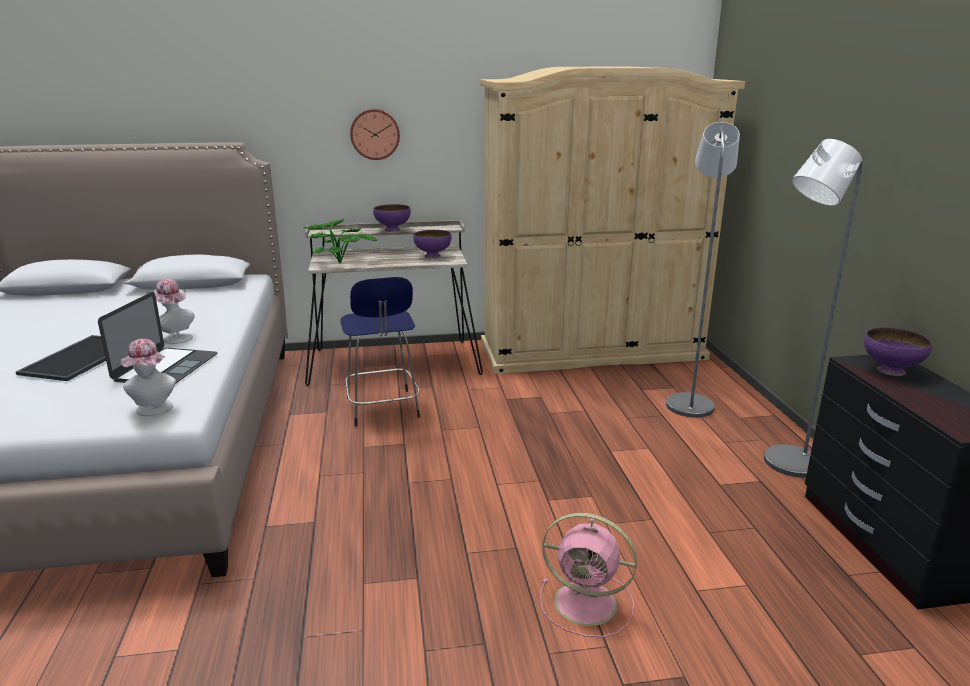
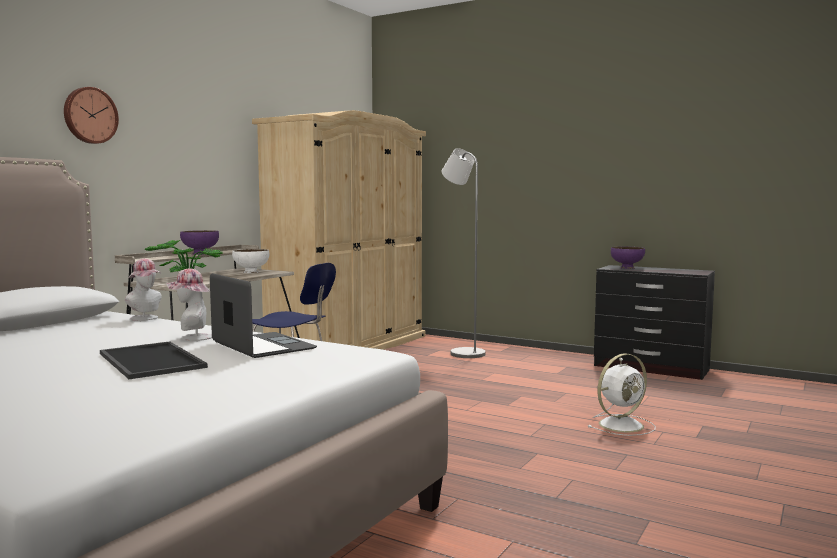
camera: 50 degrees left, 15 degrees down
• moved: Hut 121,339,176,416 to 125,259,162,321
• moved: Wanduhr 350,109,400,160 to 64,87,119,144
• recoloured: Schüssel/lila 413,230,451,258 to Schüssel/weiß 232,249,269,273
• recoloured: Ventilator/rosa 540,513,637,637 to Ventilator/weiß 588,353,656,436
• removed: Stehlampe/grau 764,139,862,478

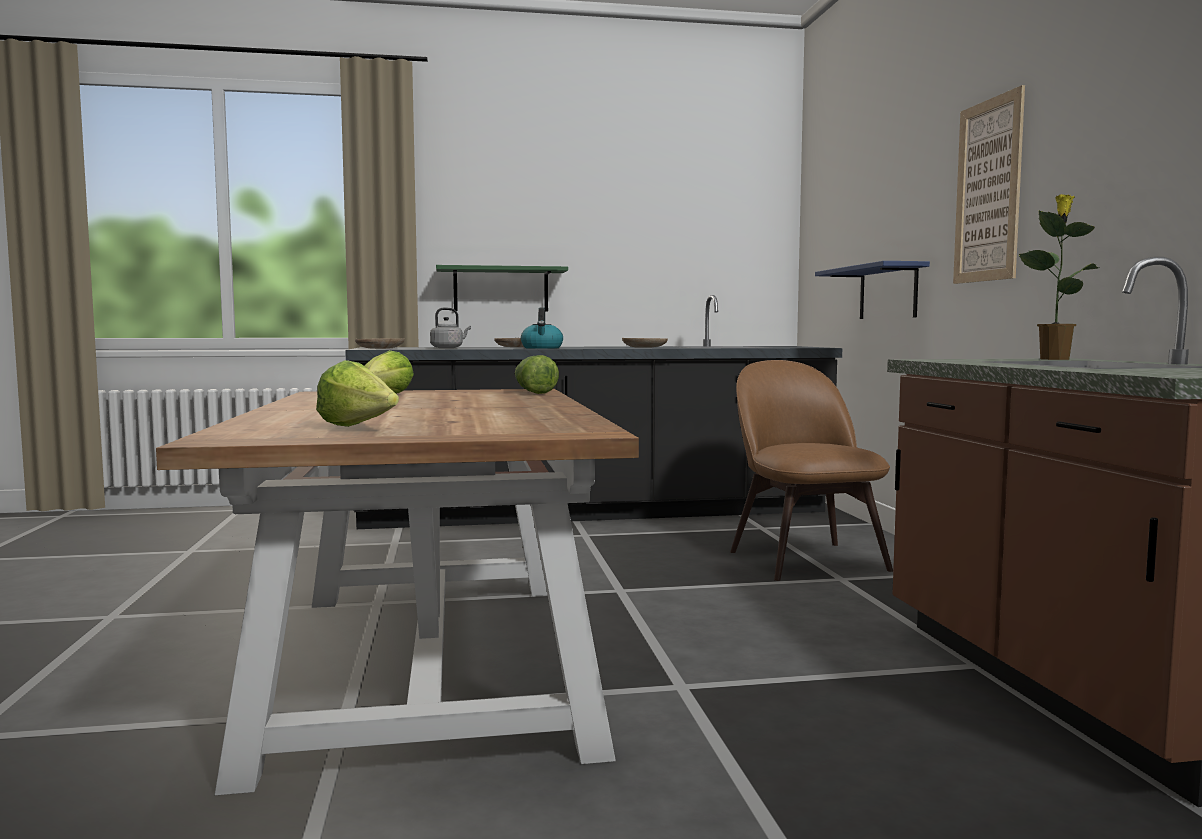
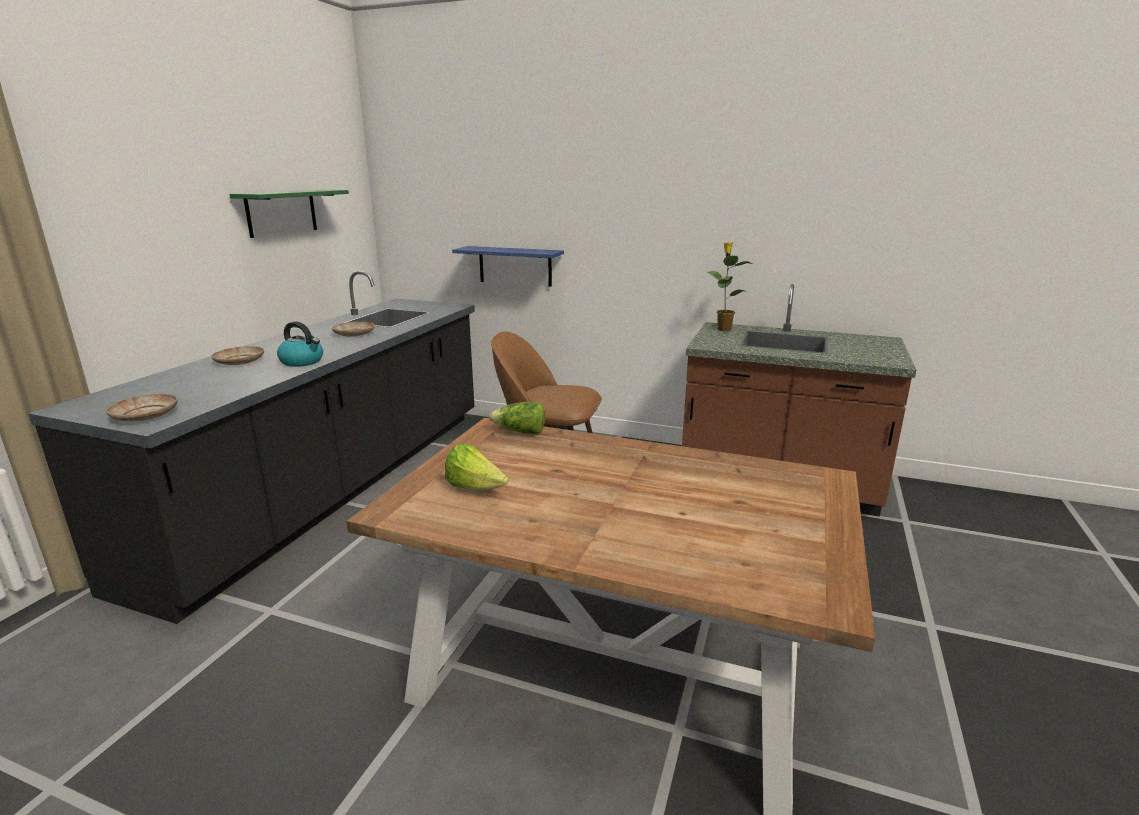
camera: 60 degrees left, 15 degrees up
• removed: Salatkopf 316,360,399,427
• removed: Wasserkessel/grau 430,308,471,348
• moved: Wandregal/grün 436,265,568,311 to 229,190,349,238
• removed: Bild 953,85,1025,284

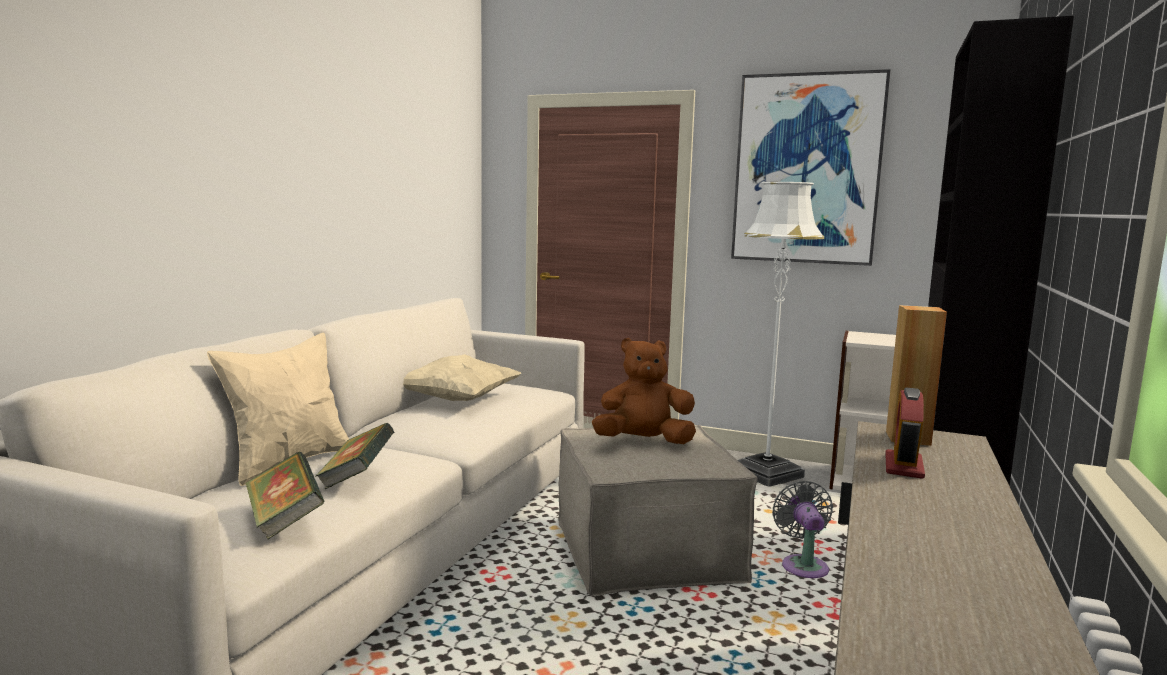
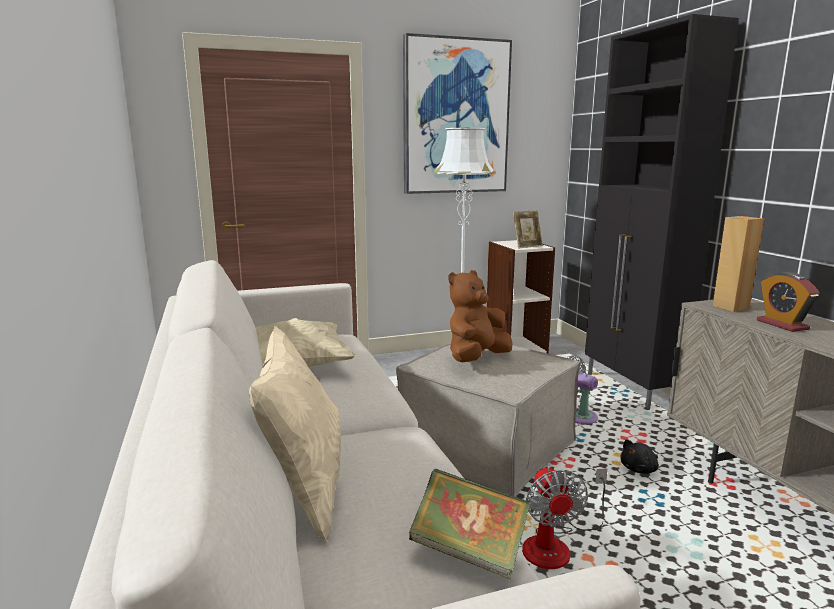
camera: 40 degrees left, 5 degrees up
• removed: Buch 315,423,395,489
• added: Bilderrahmen 513,211,543,249
• added: Ventilator 522,466,608,569
• added: Plüschtier/schwarz 620,439,659,474

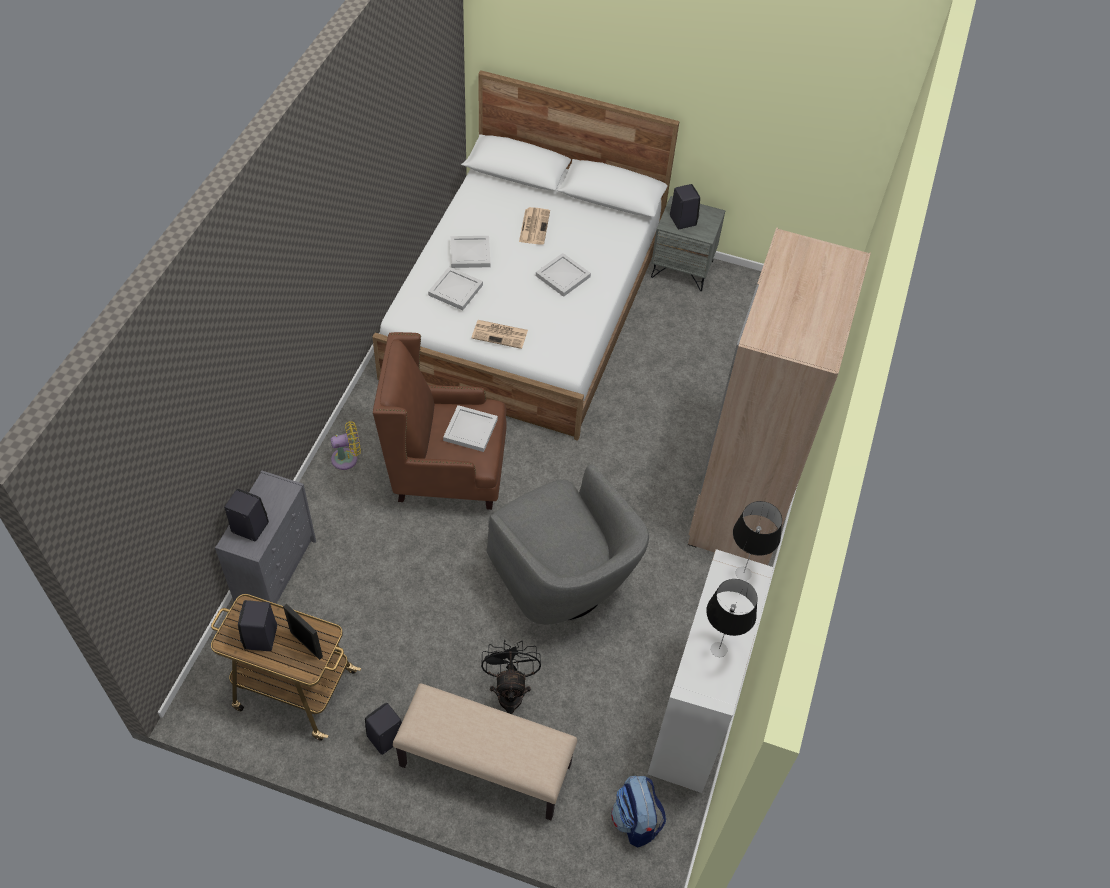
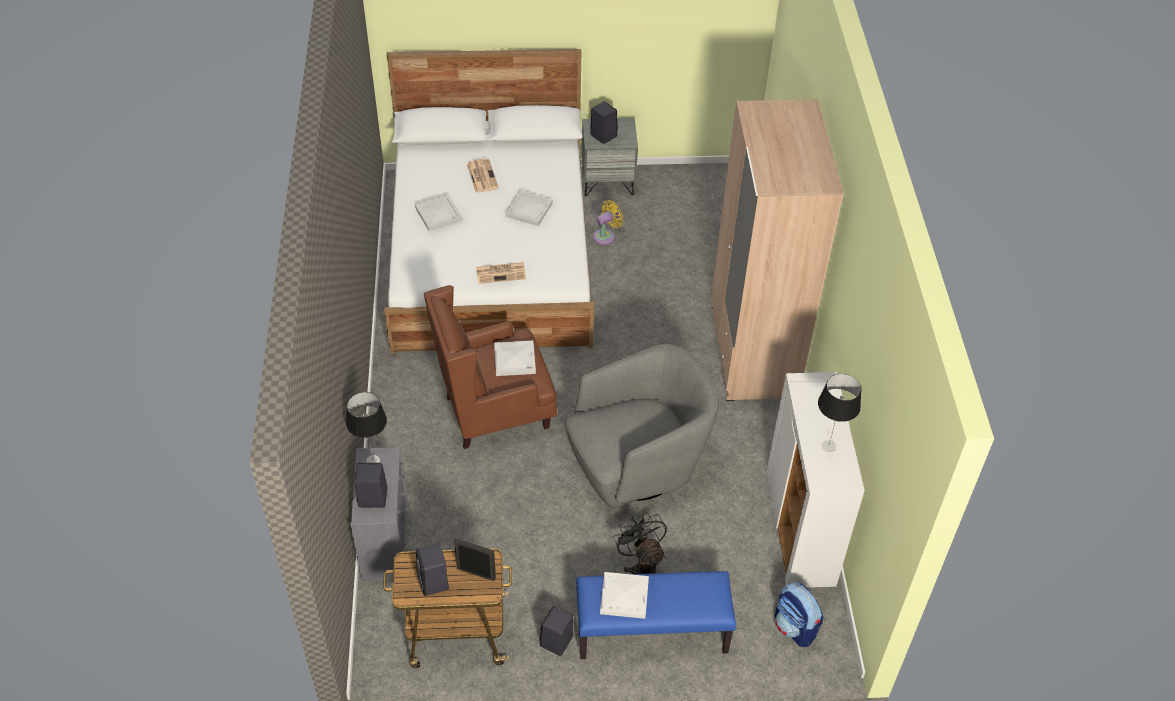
camera: 20 degrees left, 5 degrees down
• moved: Ventilator/gelb 331,421,361,470 to 593,200,624,245
• recoloured: Bank/beige 393,683,577,820 to Bank/blau 576,571,736,659
• moved: Tablett/weiß 428,267,483,310 to 600,572,649,619
• turned: Sessel/grau 487,464,649,624 = 565,344,719,508 60 degrees counterclockwise
• moved: Tischlampe 733,501,782,581 to 346,392,387,463

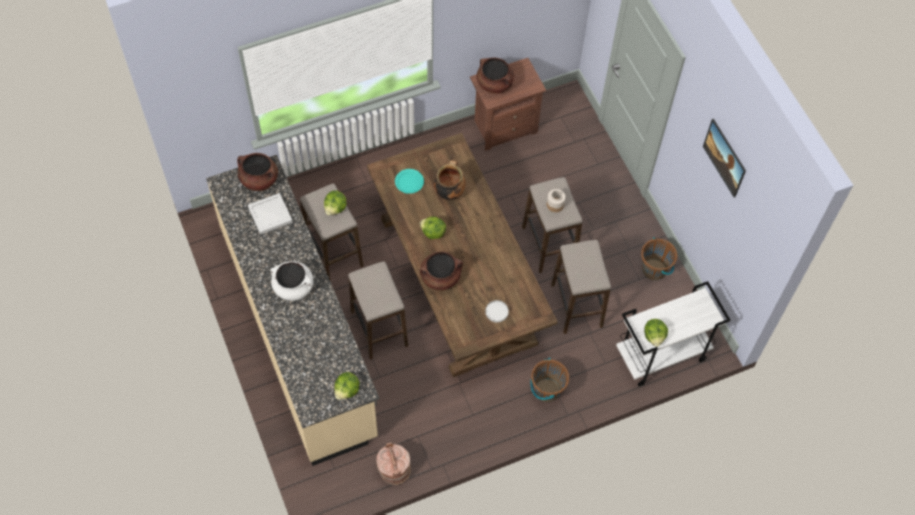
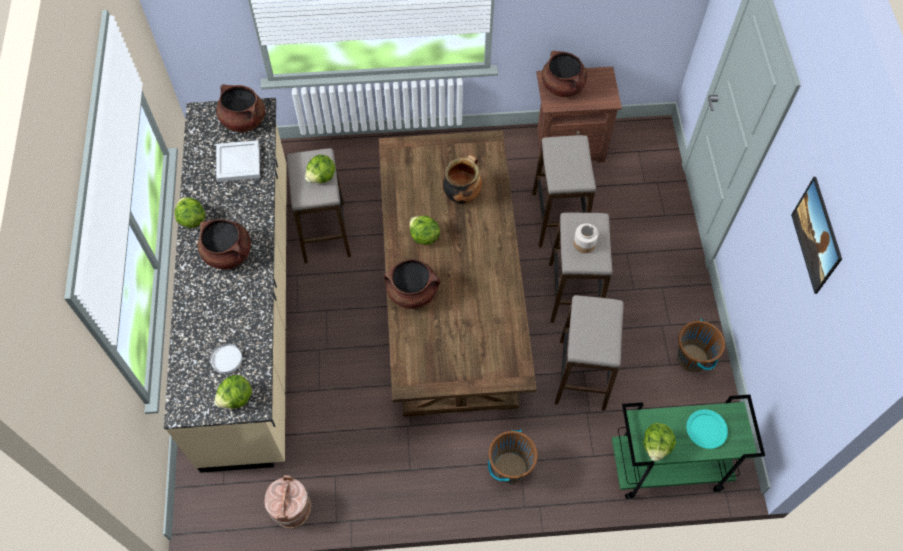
camera: 20 degrees right, 0 degrees up
• recoloured: Kochtopf/weiß 270,261,314,301 to Kochtopf/braun 198,219,251,270
• moved: Hocker 348,261,408,360 to 532,135,596,247
• moved: Teller/türkis 395,169,424,194 to 686,409,728,449
• moved: Teller/weiß 485,300,509,322 to 210,343,242,374
• recoloured: Rollwagen/weiß 616,281,730,387 to Rollwagen/grün 612,395,765,499
• added: Salatkopf 175,197,205,228

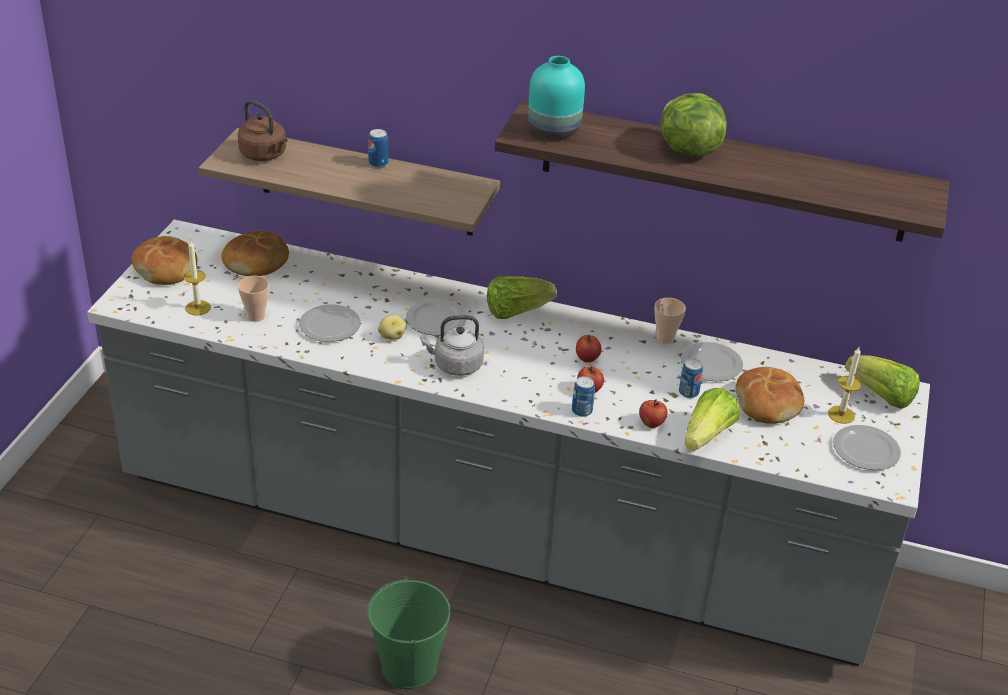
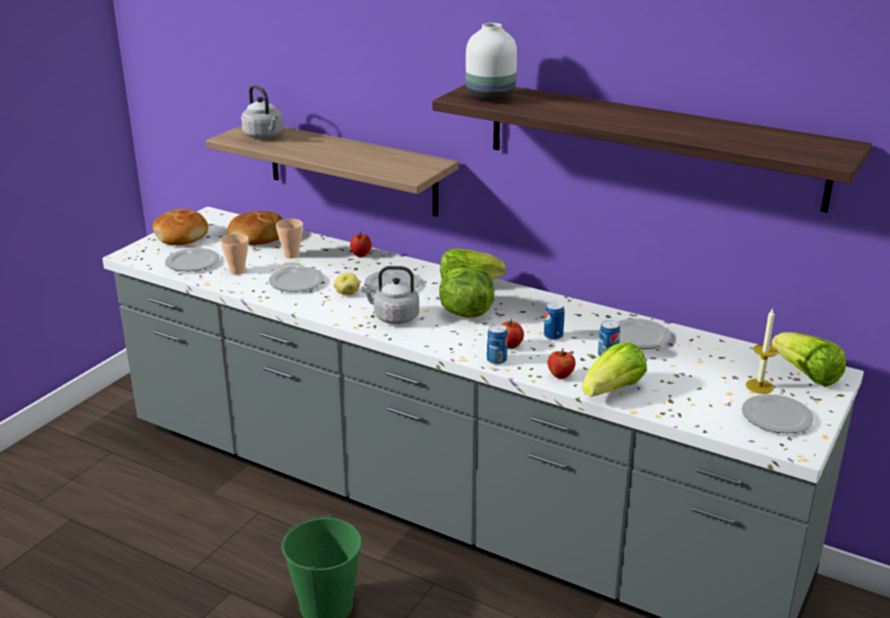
camera: 15 degrees right, 10 degrees down
• replaced: Kerze 184,240,211,316 to Teller 165,248,220,271
• recoloured: Wasserkessel/braun 238,100,288,161 to Wasserkessel/grau 241,85,283,138
• moved: Dose 368,129,388,168 to 544,301,565,340
• recoloured: Vase/türkis 528,56,585,139 to Vase/weiß 466,23,517,101
• moved: Apfel 576,334,602,363 to 350,232,372,257
• moved: Tasse 654,298,686,344 to 276,219,303,258
• moved: Salatkopf 661,93,727,156 to 439,265,494,318
• removed: Brot 736,367,804,424

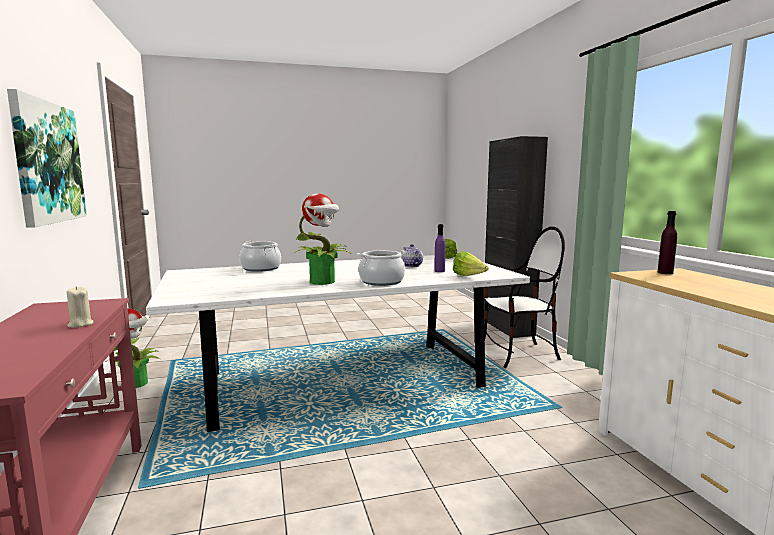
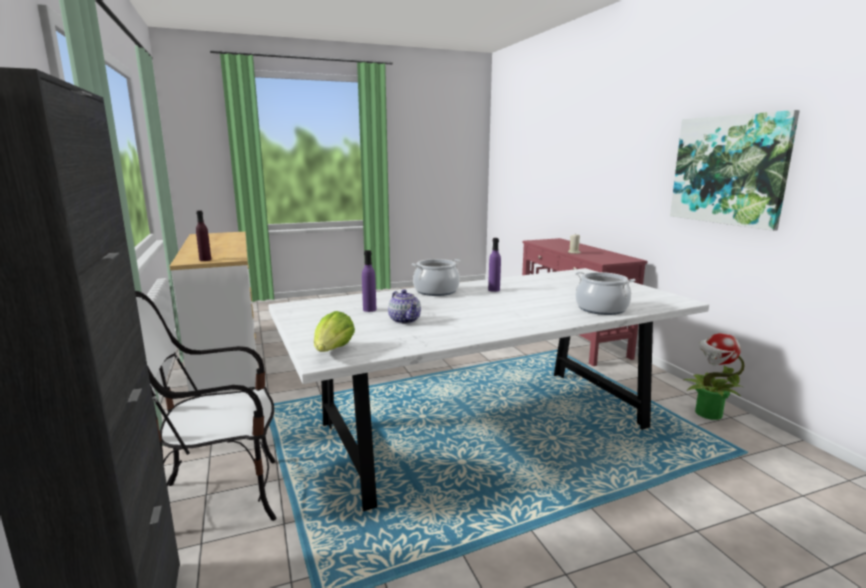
camera: 175 degrees right, 5 degrees up
• replaced: Topfpflanze 294,193,350,285 to Flasche/lila 488,238,501,292
• removed: Salatkopf 453,251,488,276

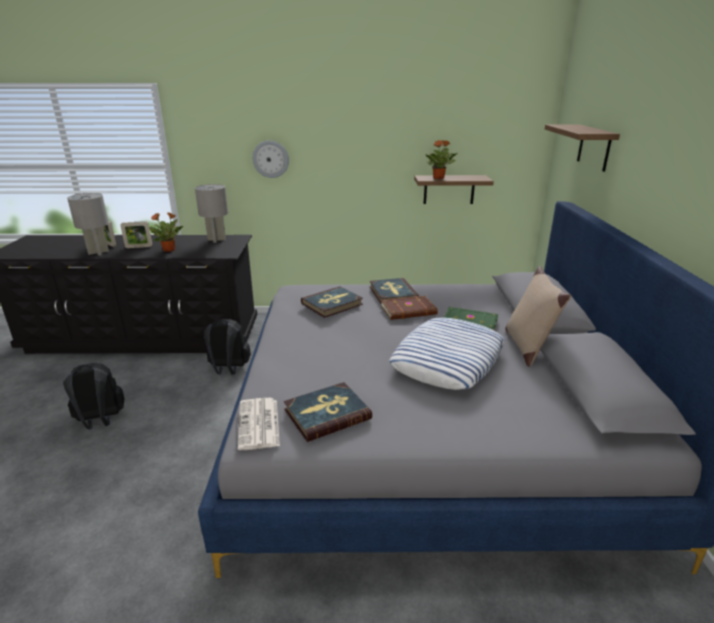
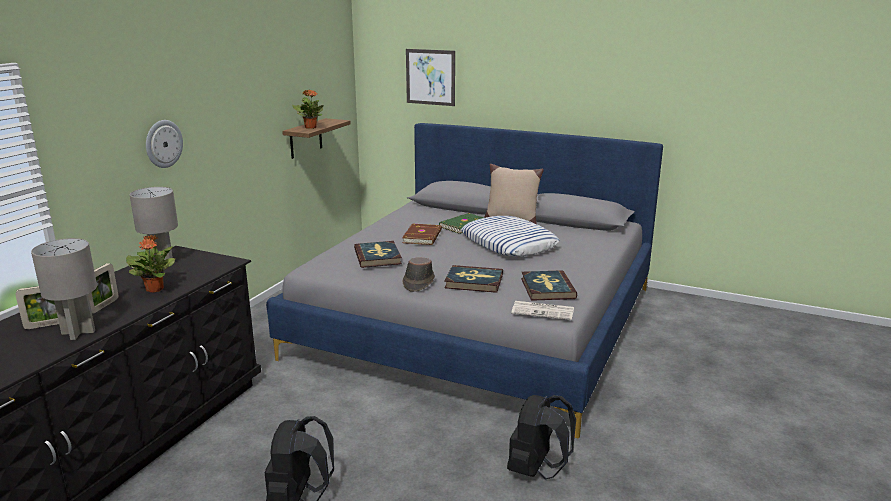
camera: 65 degrees left, 5 degrees down
• moved: Rucksack/schwarz 204,319,251,375 to 507,395,576,479
• moved: Buch 370,278,419,305 to 444,265,503,293
• replaced: Wandregal 545,124,620,172 to Bild 406,49,455,106
• added: Hut/braun 402,257,435,292

